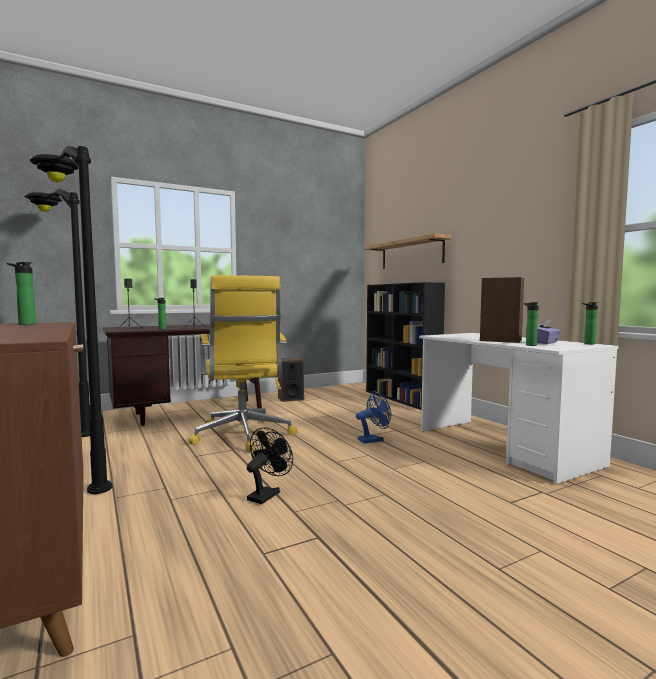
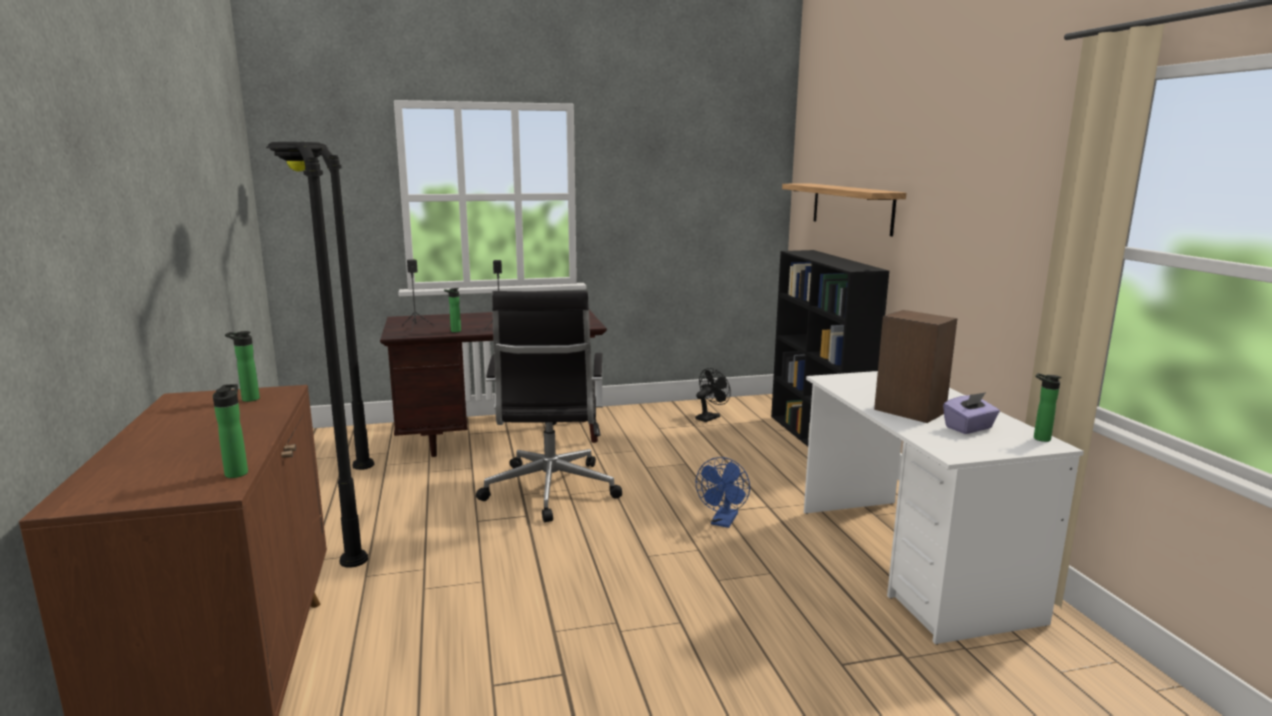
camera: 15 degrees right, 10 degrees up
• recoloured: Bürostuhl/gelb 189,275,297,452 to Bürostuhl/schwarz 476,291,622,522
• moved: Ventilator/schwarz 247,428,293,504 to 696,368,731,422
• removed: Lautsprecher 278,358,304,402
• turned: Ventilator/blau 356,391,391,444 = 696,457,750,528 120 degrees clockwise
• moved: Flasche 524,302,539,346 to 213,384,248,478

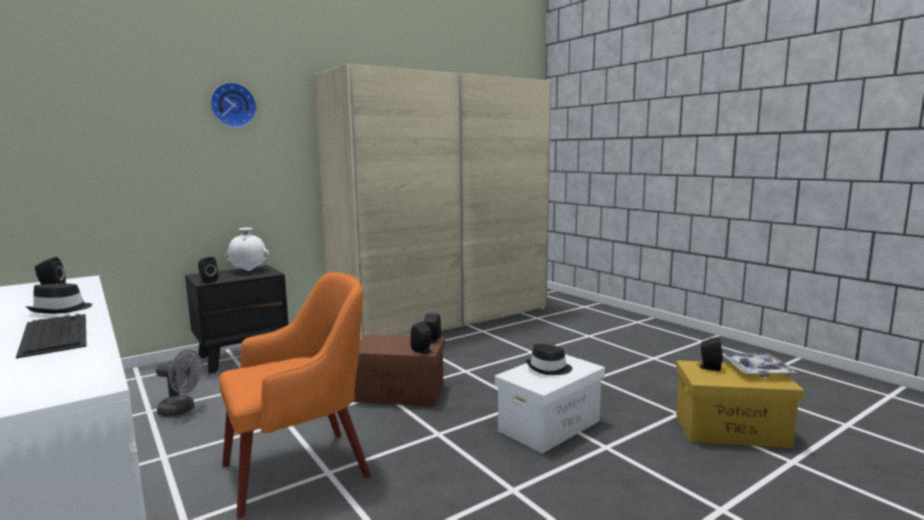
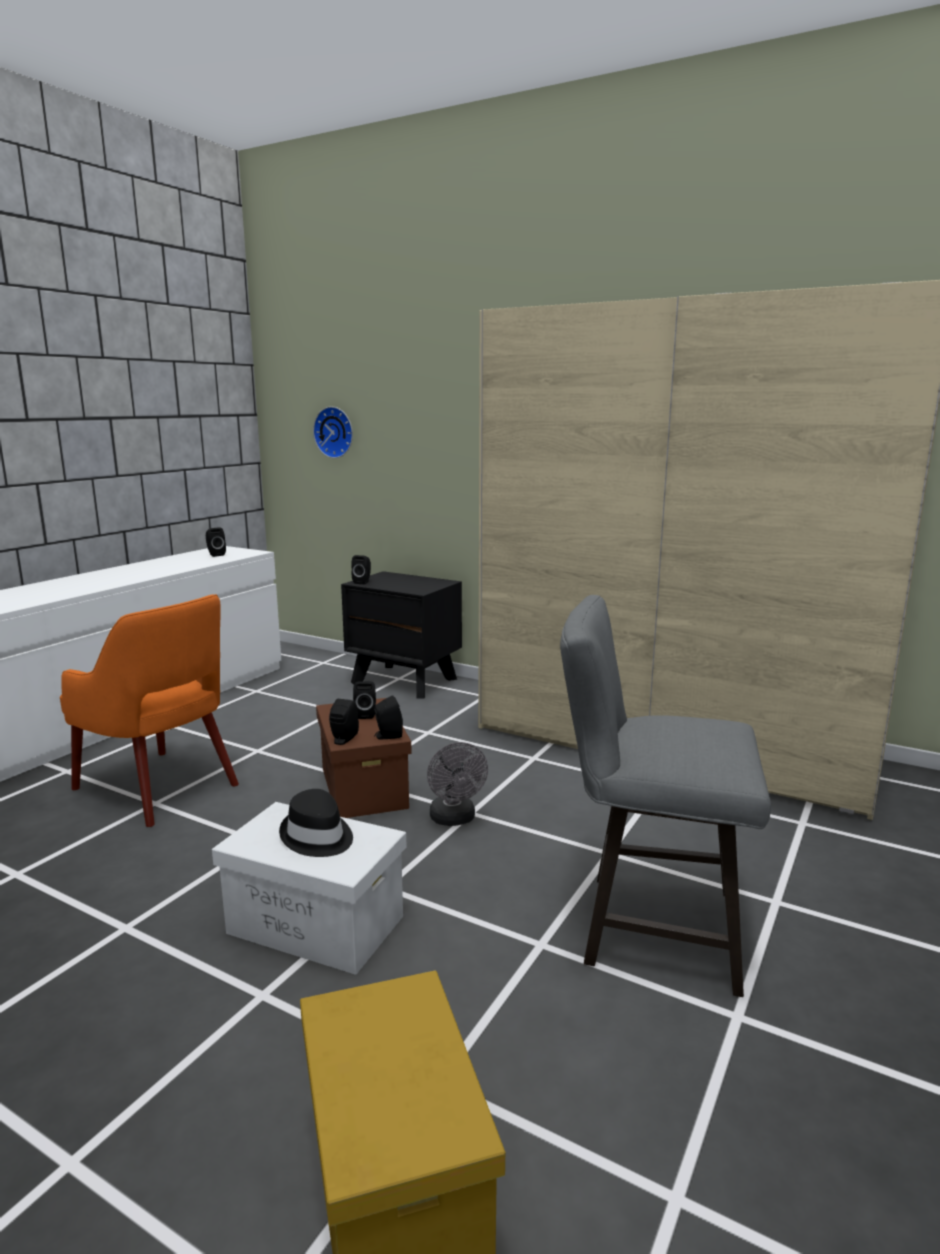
camera: 65 degrees right, 5 degrees up
• removed: Tastatur 16,314,86,359
• removed: Hut/schwarz 26,283,92,314
• moved: Ventilator/grau 156,350,203,416 to 427,742,488,826
• moved: Wanduhr 210,82,257,128 to 313,407,353,458
• removed: Vase/weiß 226,228,269,271
• moved: Lautsprecher/schwarz 697,337,723,371 to 353,681,376,719
• removed: Tablett 723,352,797,377
• added: Hocker/grau 560,595,771,997

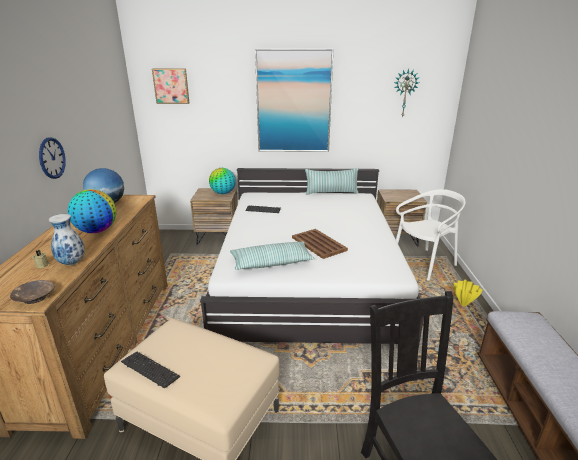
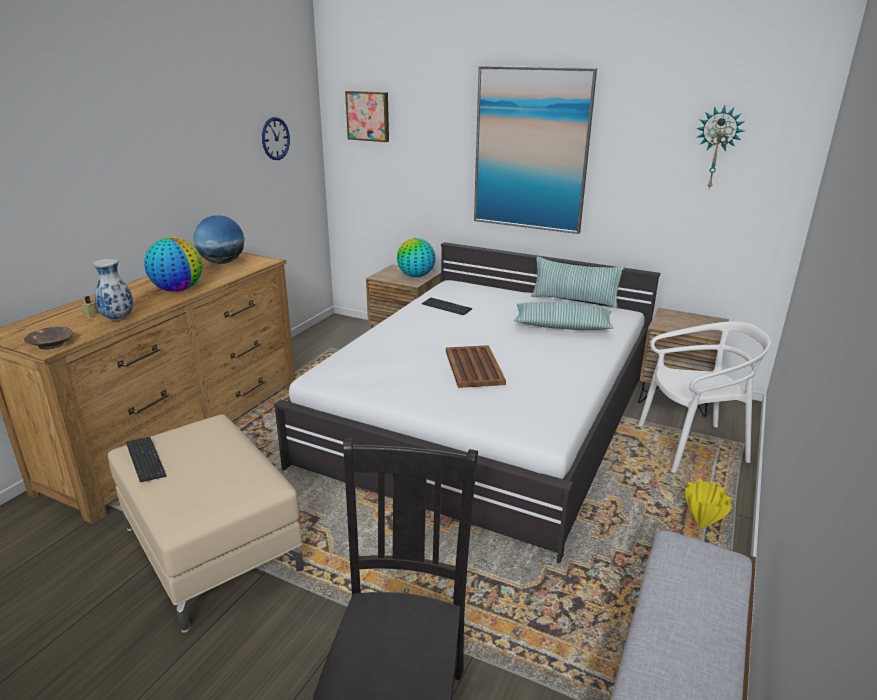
camera: 25 degrees right, 0 degrees up
• moved: Wanduhr 39,137,66,179 to 262,117,290,160
• moved: Kissen 230,241,315,270 to 514,302,613,330

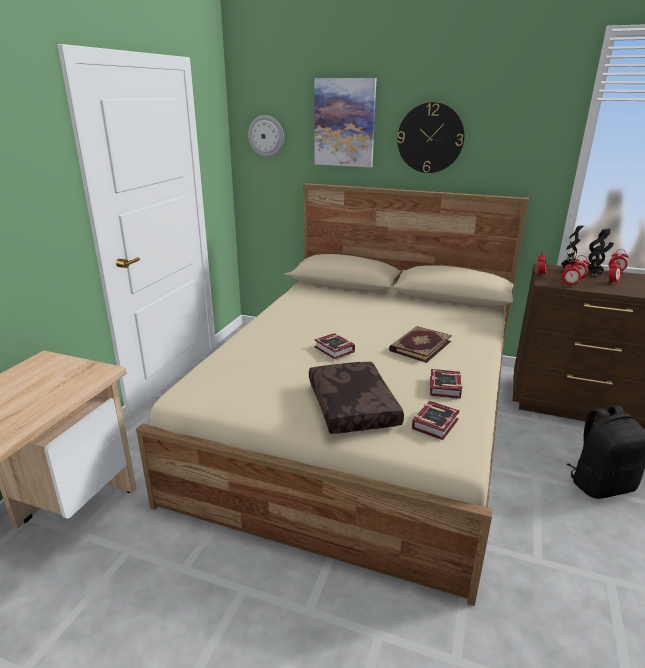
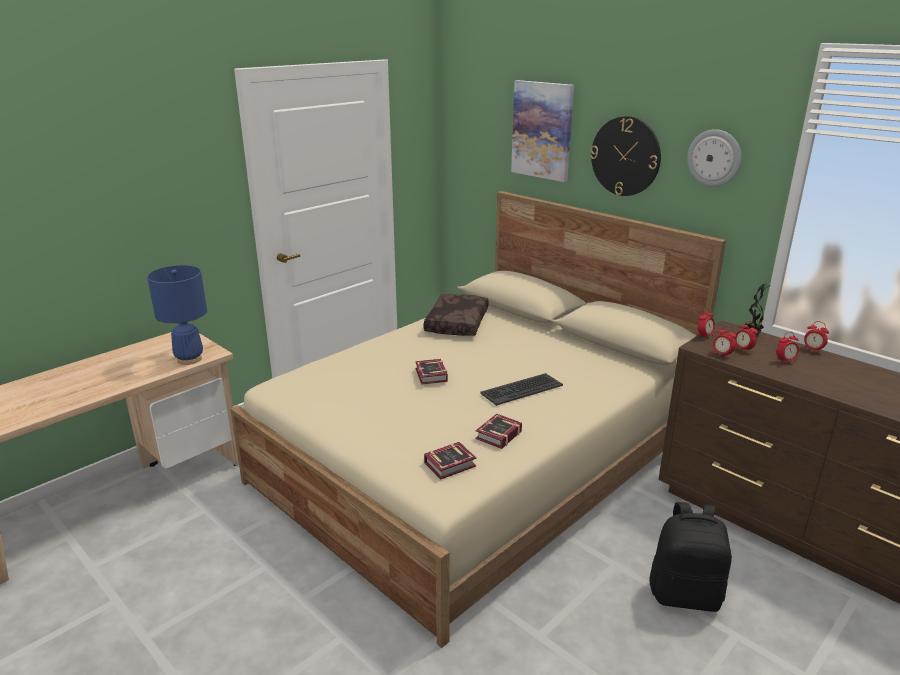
camera: 25 degrees right, 0 degrees up
• moved: Wanduhr 248,115,284,157 to 687,129,742,187
• moved: Kissen/braun 309,362,404,434 to 424,294,489,336
• replaced: Buch 389,326,452,363 to Tastatur 480,373,563,406
• removed: Topfpflanze 587,228,614,276
• added: Tischlampe/blau 147,265,207,365

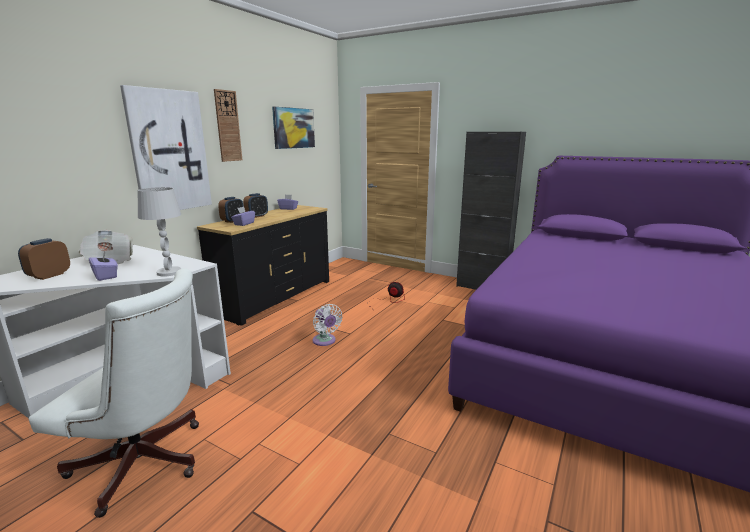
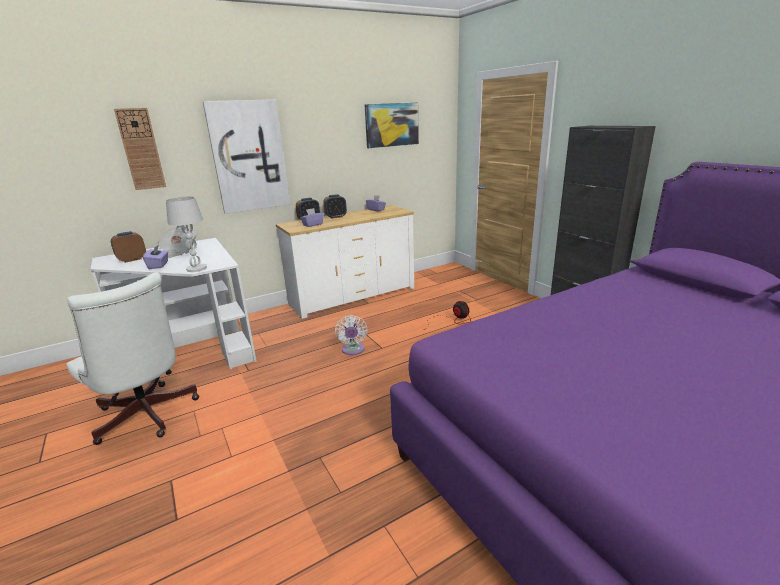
camera: 30 degrees right, 5 degrees up
• recoloured: Kommode/schwarz 197,205,329,326 to Kommode/weiß 276,205,414,319
• moved: Wanduhr 214,89,242,162 to 114,108,166,190

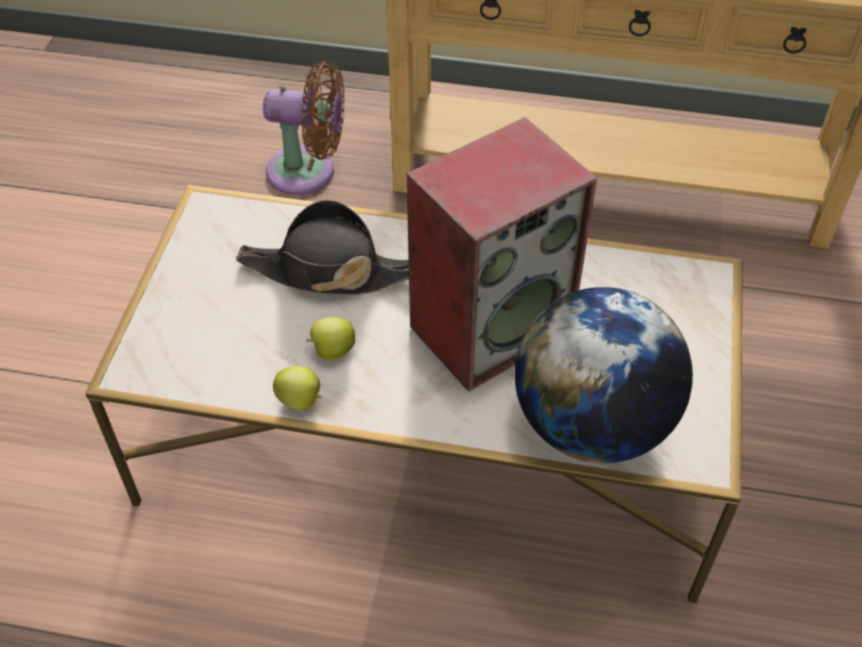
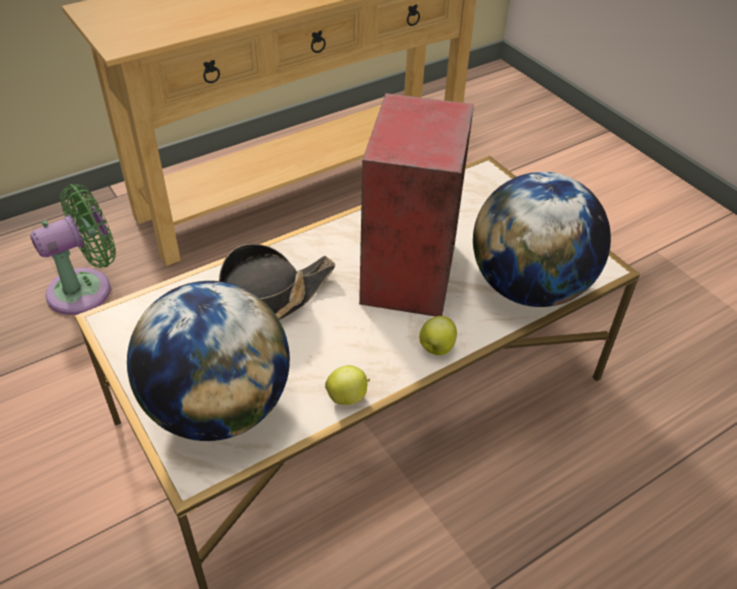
camera: 45 degrees left, 5 degrees down
• recoloured: Ventilator/braun 263,61,344,195 to Ventilator/grün 30,184,116,315
• moved: Apfel 306,317,355,360 to 419,316,457,355
• added: Globus 127,281,290,441

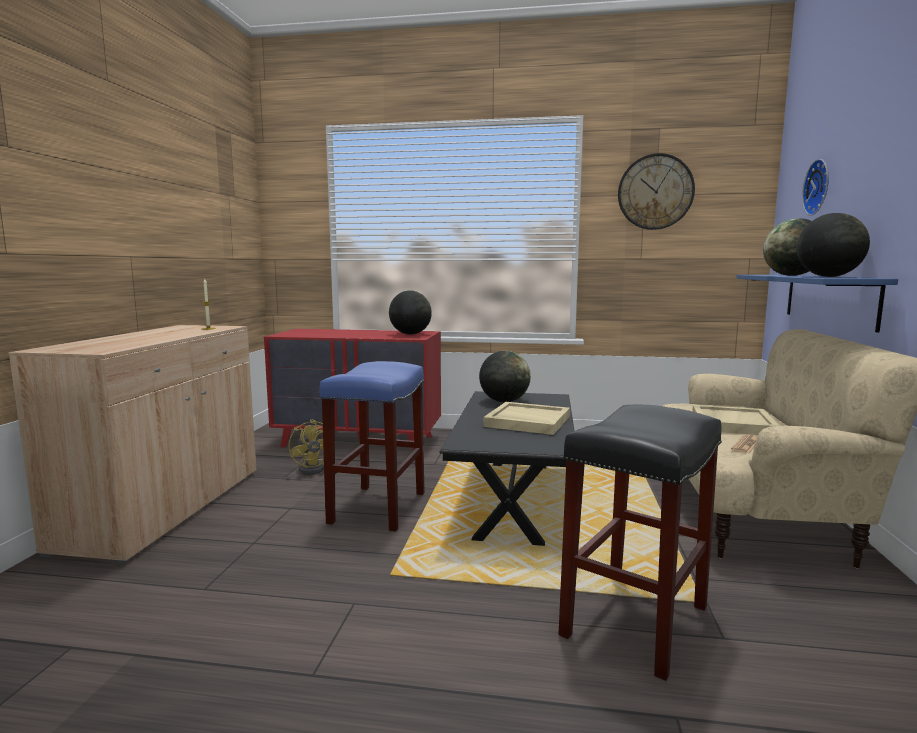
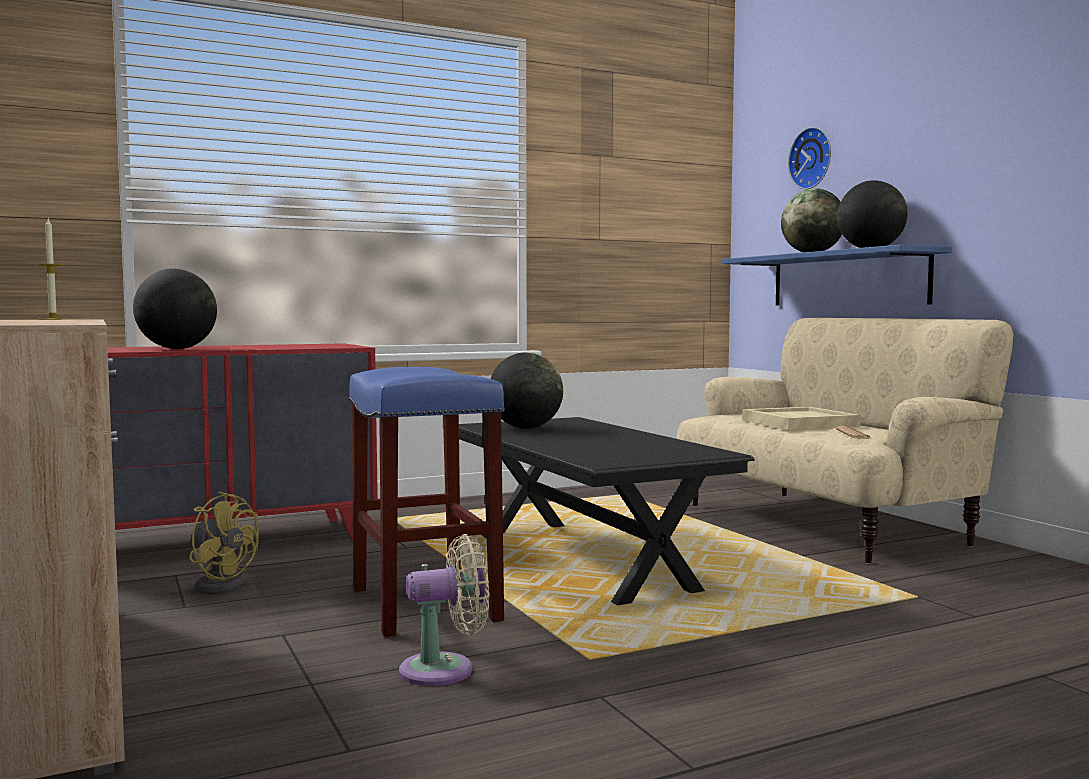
camera: 35 degrees left, 5 degrees down
• moved: Globus 389,290,432,335 to 133,268,217,349
• removed: Tablett/beige 483,402,570,435
• removed: Hocker/schwarz 558,404,722,681
• removed: Wanduhr 618,153,695,230
• added: Ventilator/beige 399,534,489,686

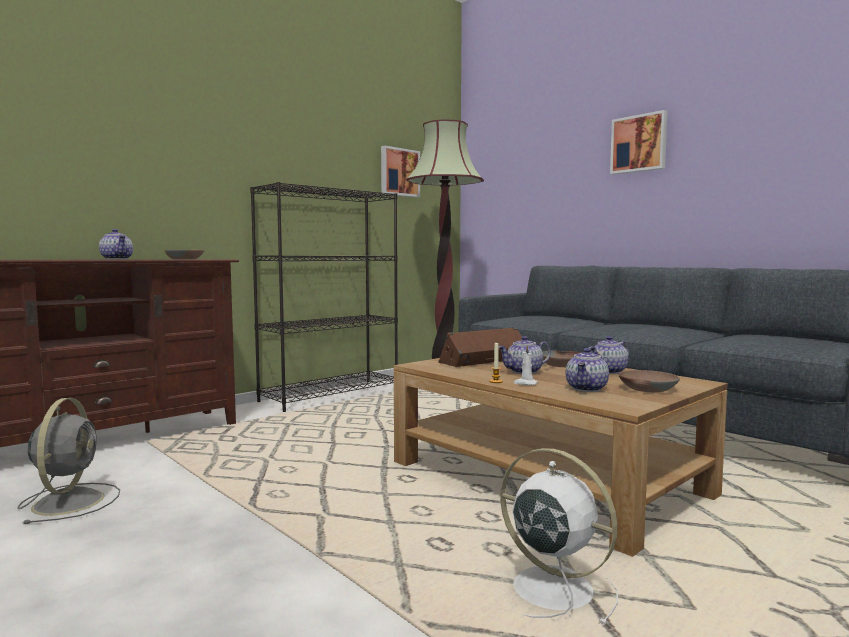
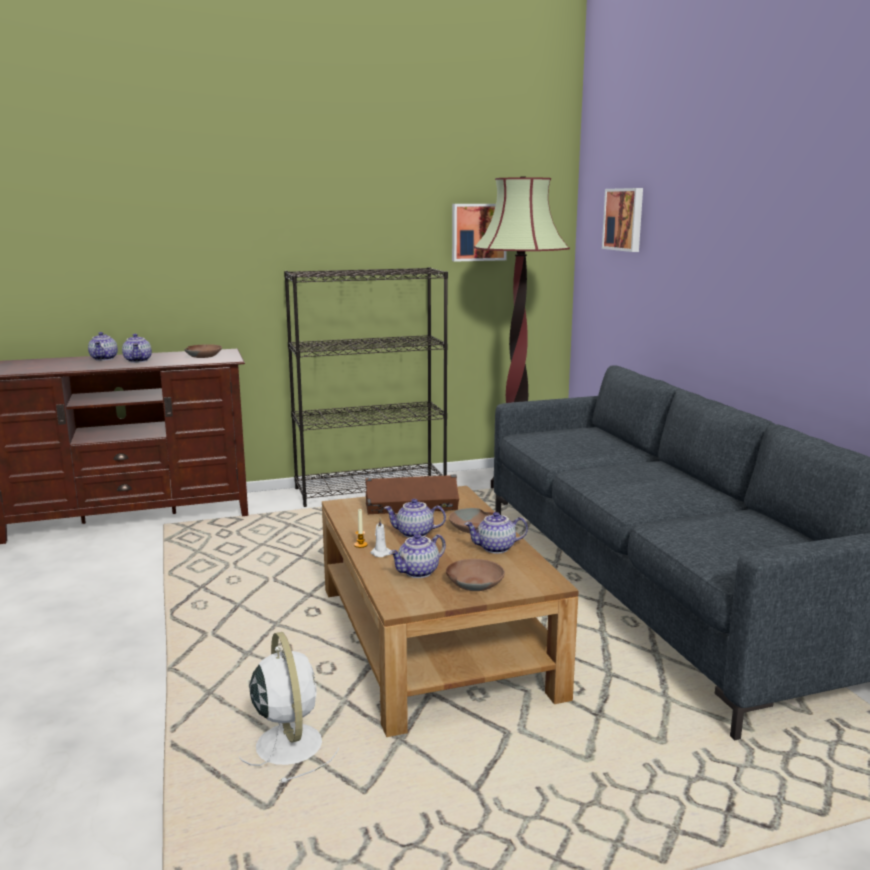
camera: 25 degrees right, 10 degrees up
• removed: Ventilator/grau 18,398,120,524
• moved: Bild 610,110,667,175 to 602,188,643,252
• added: Teekanne 88,332,118,361

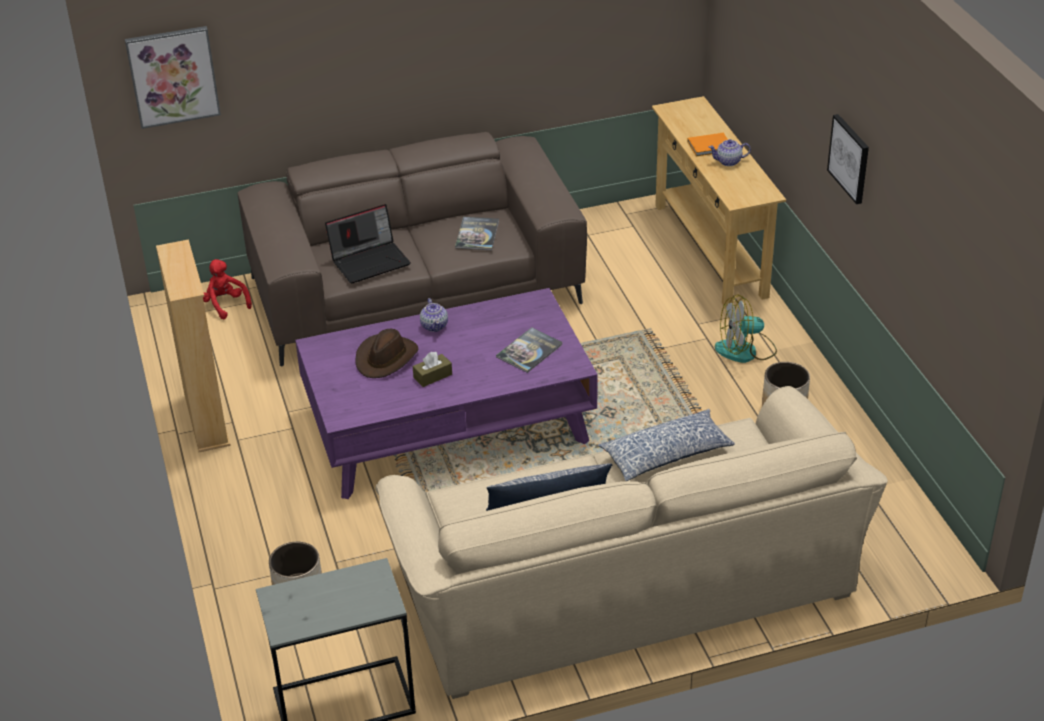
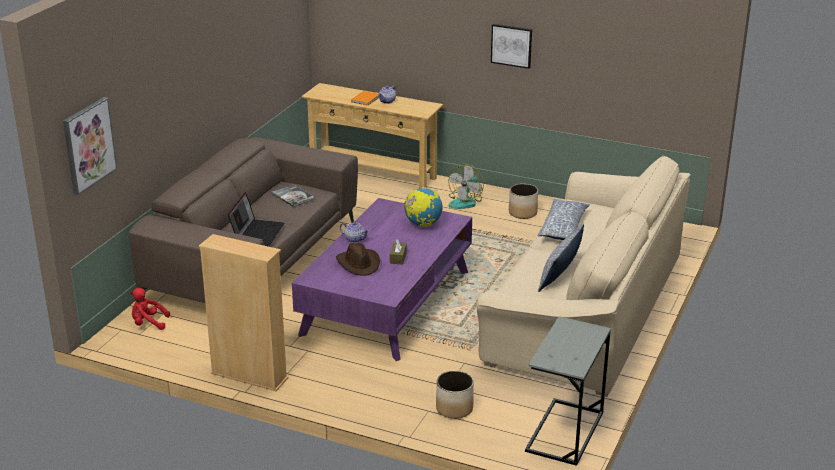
camera: 50 degrees left, 10 degrees down
• replaced: Buch 496,327,563,373 to Globus 404,187,443,227

